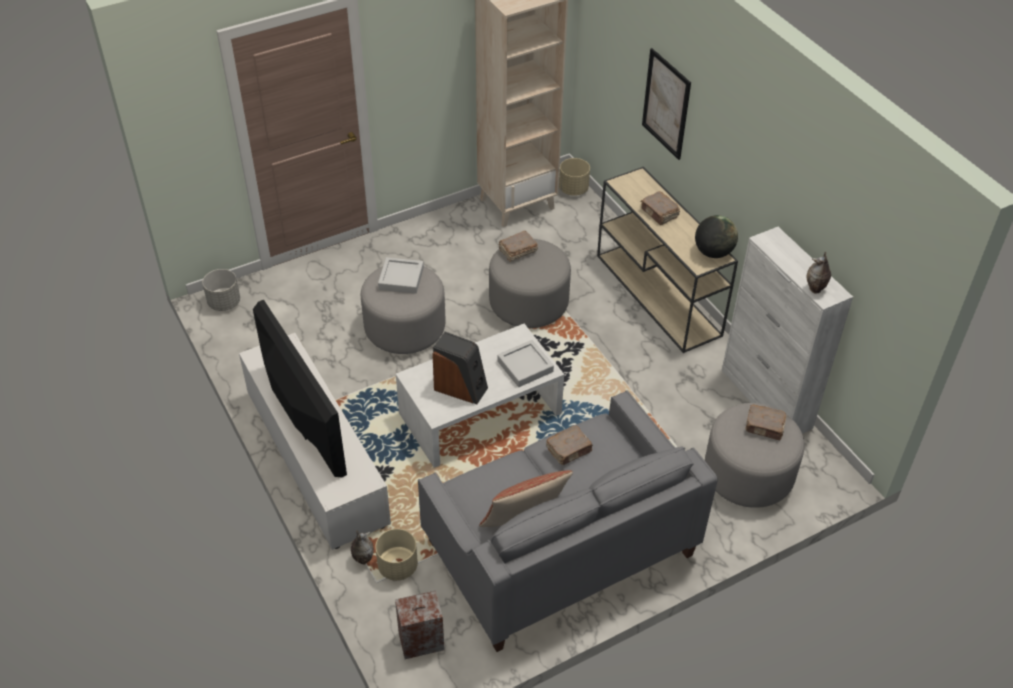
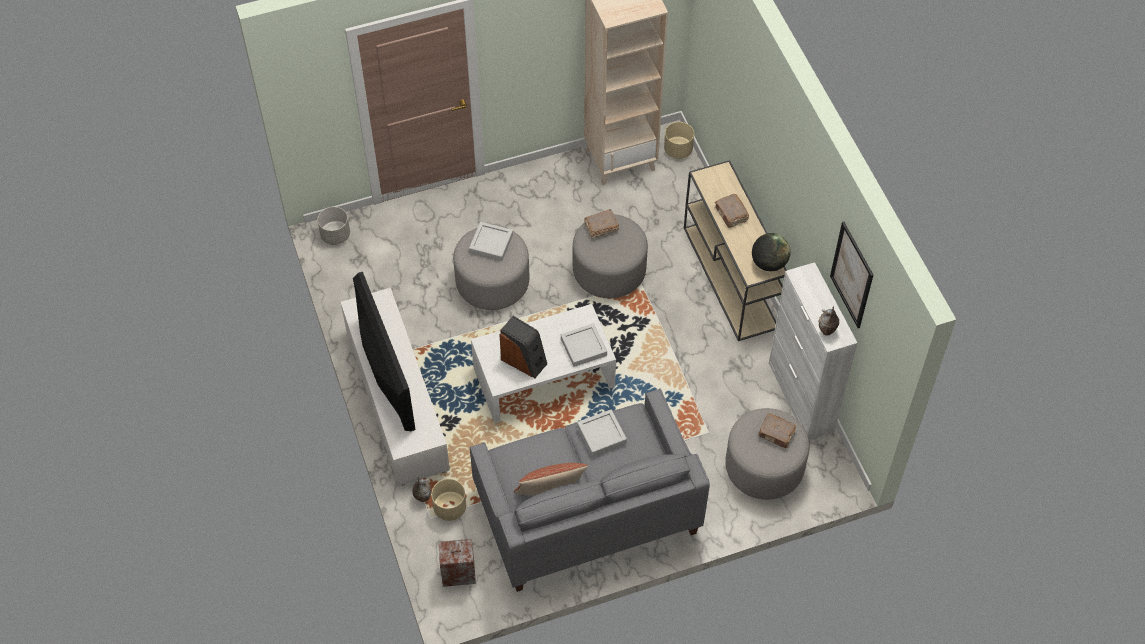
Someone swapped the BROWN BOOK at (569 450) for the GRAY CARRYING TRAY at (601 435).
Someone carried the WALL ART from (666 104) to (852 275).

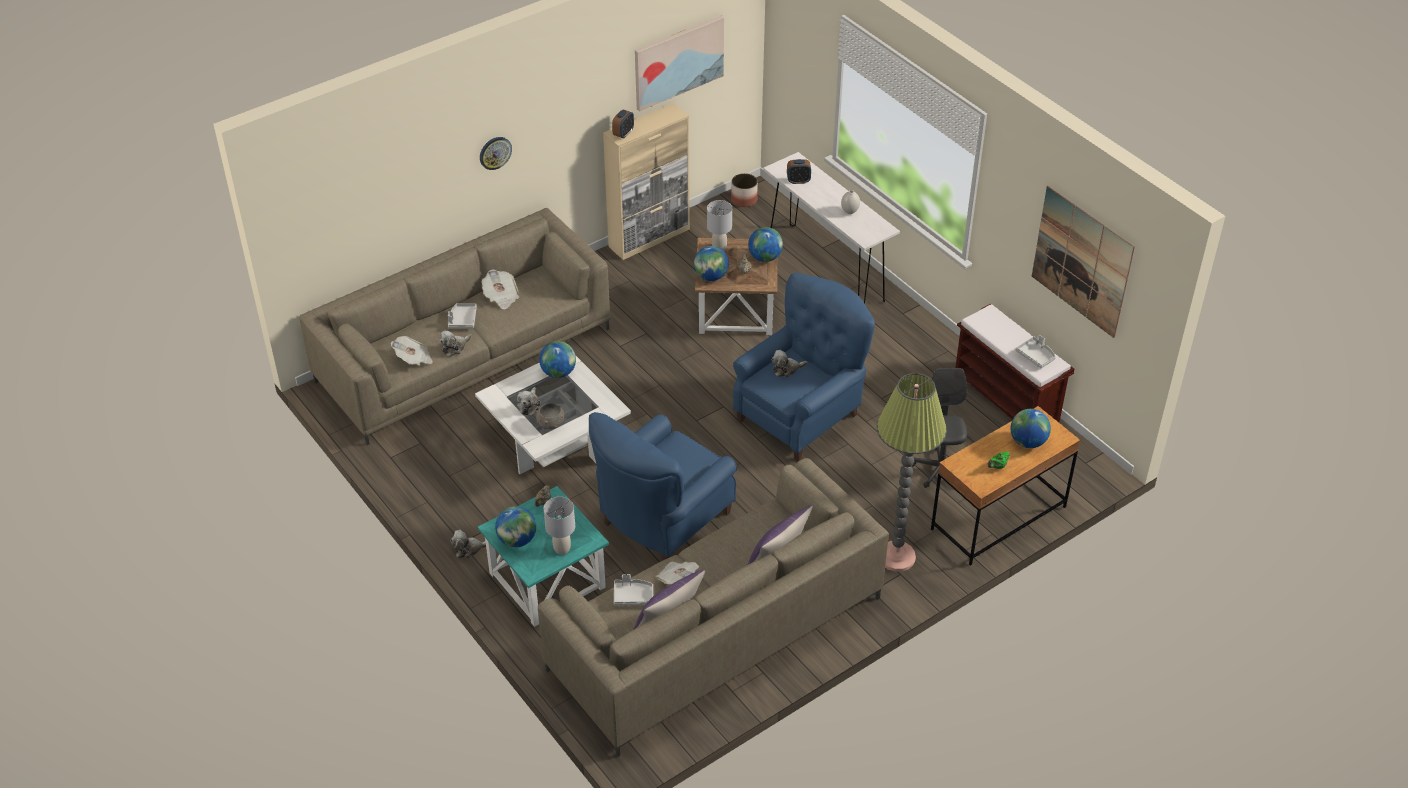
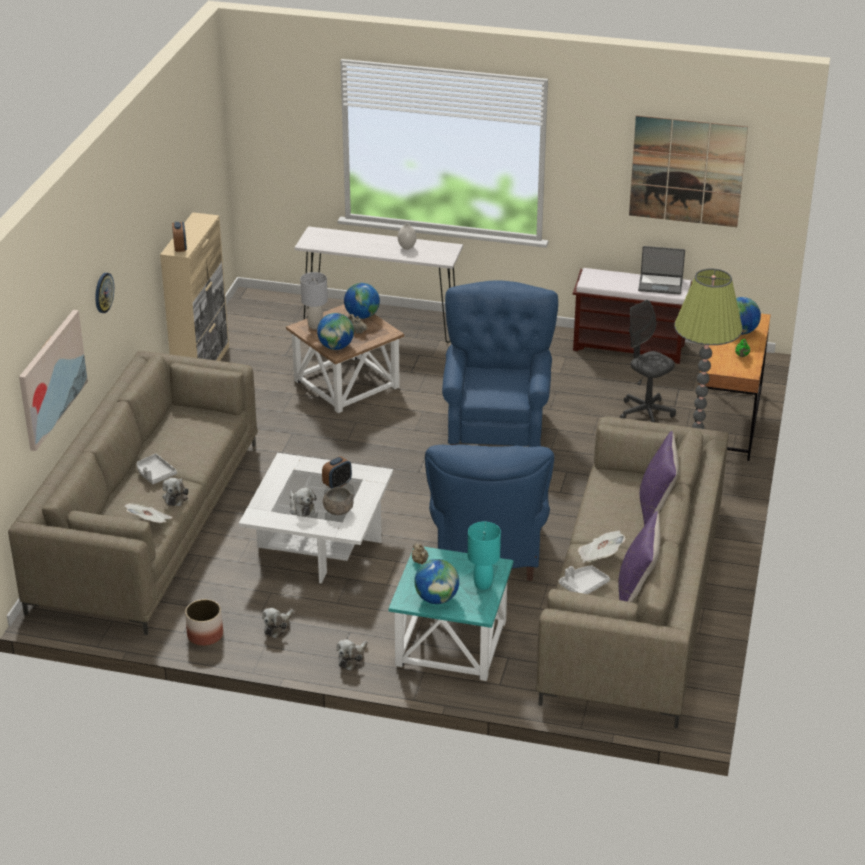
Someone carried the WALL ART from (678 62) to (51 378).
Someone carried the FLOWER POT from (744 200) to (205 635).
Someone carried the CUDDLY TOY from (786 369) to (278 627).
Someone carried the ALARM CLOCK from (798 181) to (337 484).
Someone repainted the GRAY LAMP FOR A TABLE at (562 549), which became the BLUE-GREEN LAMP FOR A TABLE at (483 584).
Someone swapped the GRAY CARRYING TRAY at (1036 356) for the NOTEBOOK COMPUTER at (660 284).
Someone took away the PRINTED PAPER at (501 297).
Someone took away the DESK GLOBE at (558 372).

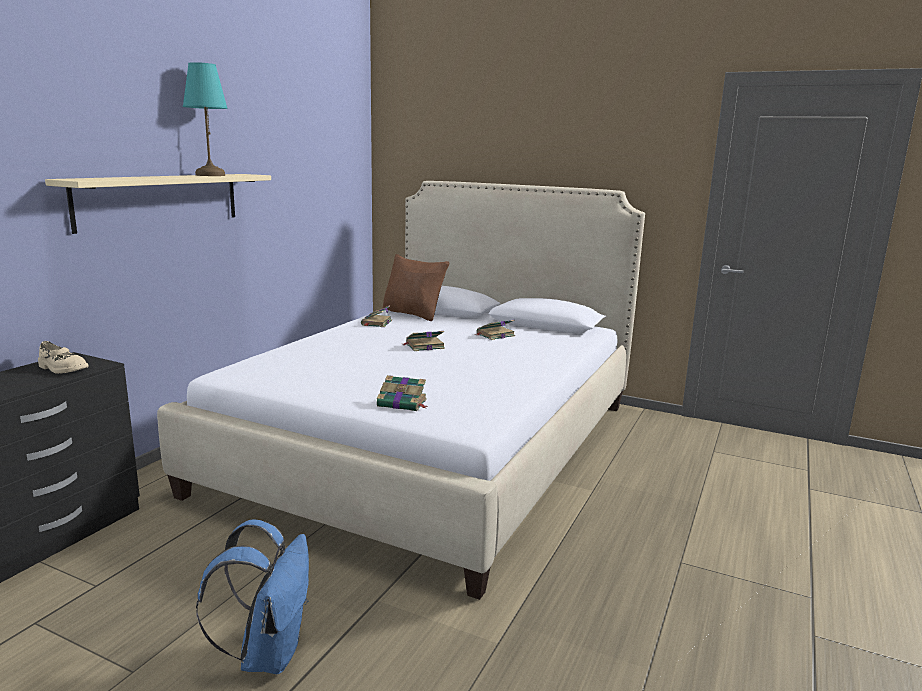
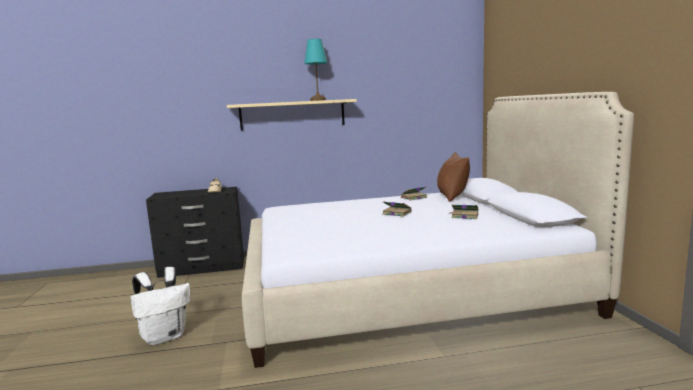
Someone repainted the BLUISH KNAPSACK at (268 653), which became the WHITISH KNAPSACK at (165 337).
Someone took away the BOOK at (403 403).

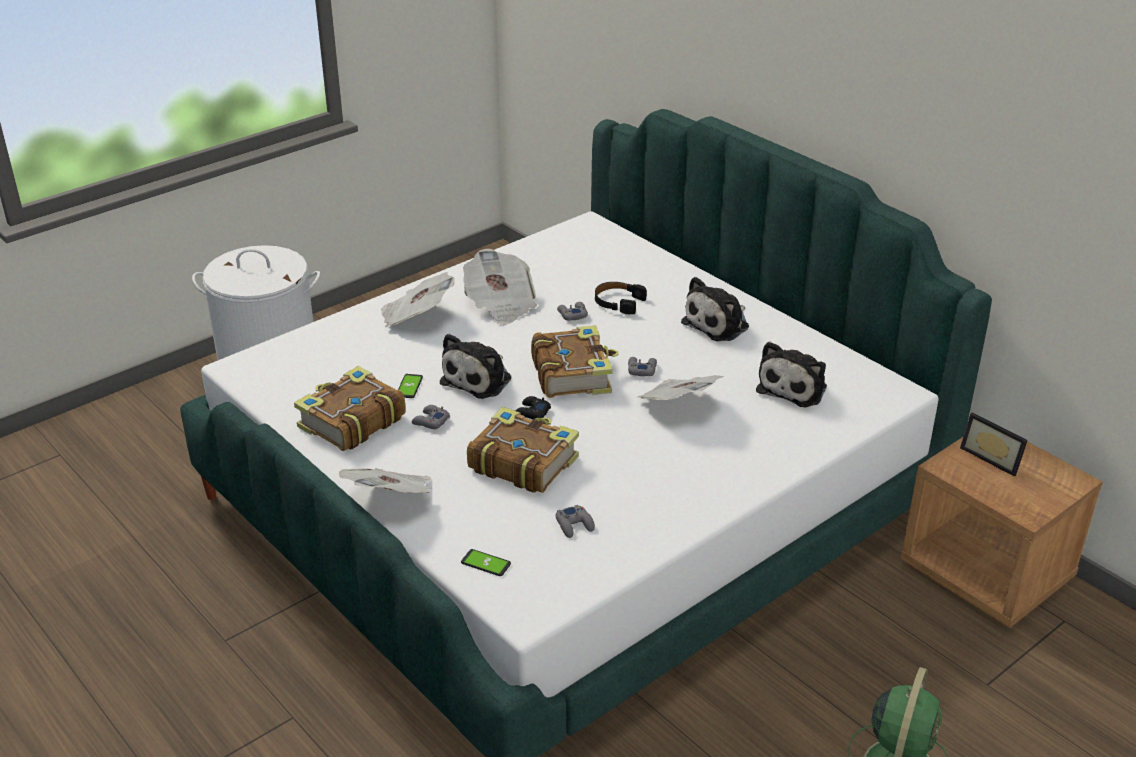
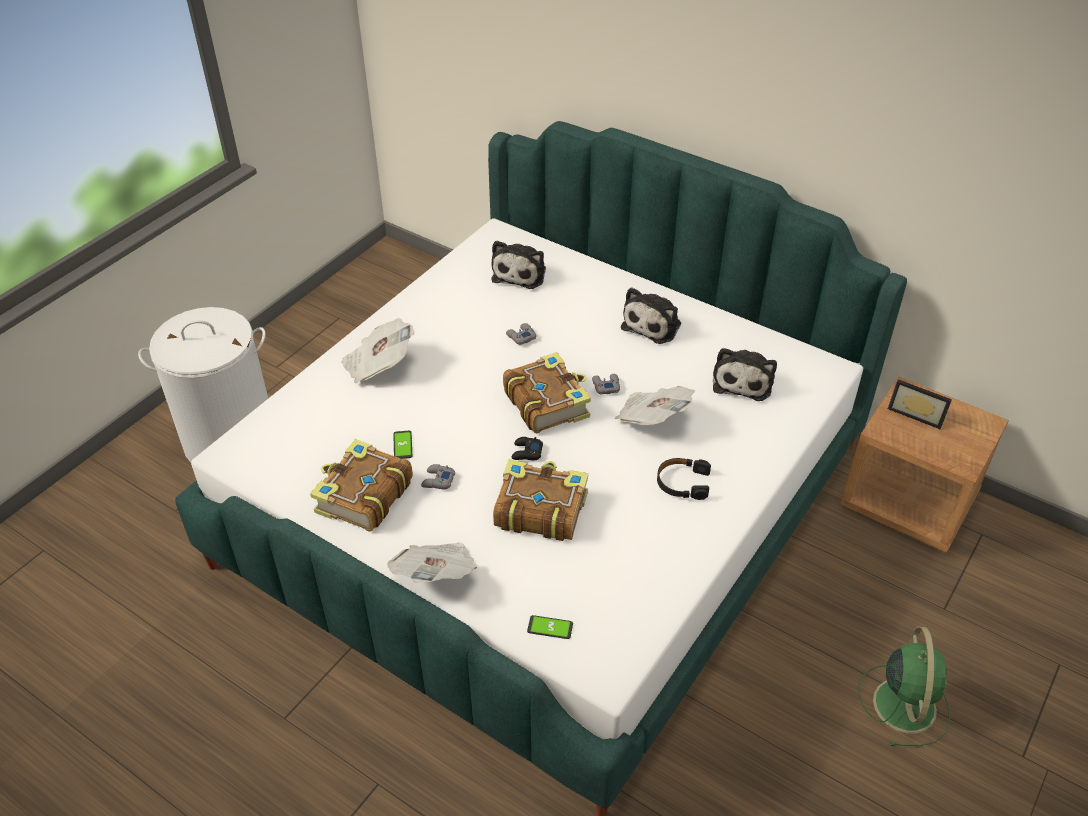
Someone carried the CUDDLY TOY from (479 379) to (520 273).
Someone carried the BLACK PAIR OF HEADPHONES from (618 302) to (682 483).
Someone took away the PRINTED PAPER at (500 304).
Someone took away the GRAY GAME CONTROLLER at (575 525).

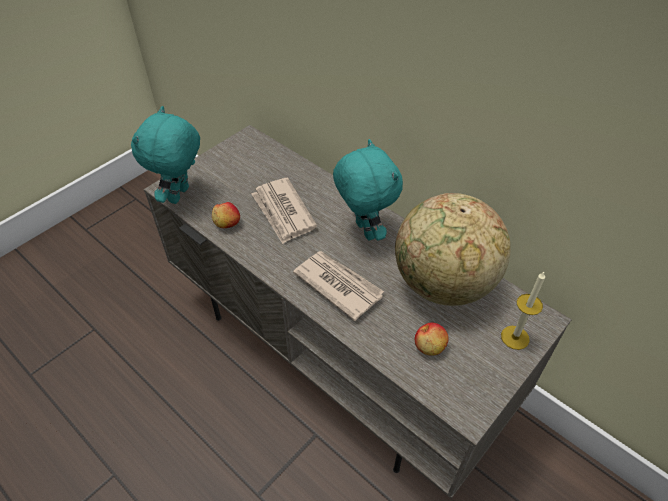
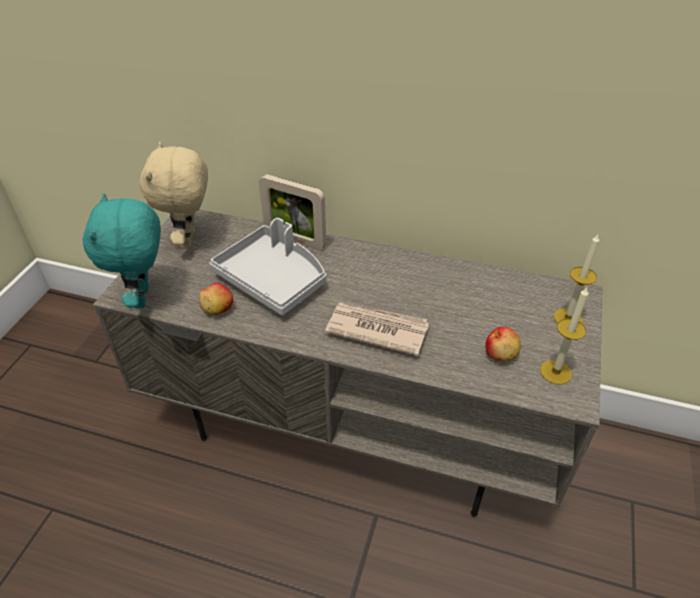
Someone put down the BEIGE-COLOURED CUDDLY TOY at (189 240).
Someone swapped the PRINTED PAPER at (283 212) for the GRAY CARRYING TRAY at (273 279).
Someone put down the PICTURE FRAME at (295 240).
Someone put down the CANDLE at (555 372).
Someone took away the BLUE-GREEN CUDDLY TOY at (363 231).
Someone took away the DESK GLOBE at (443 284).

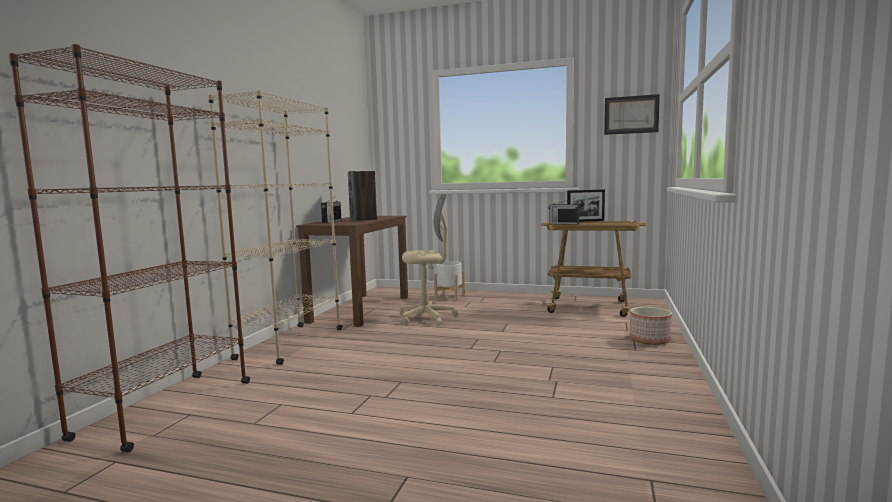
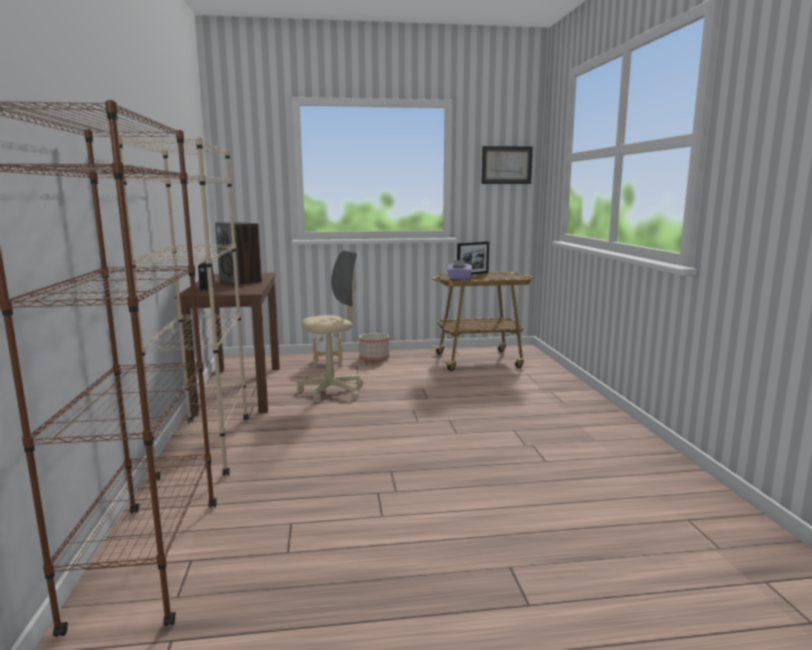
Someone carried the FLOWER POT from (650 340) to (374 358).
Someone swapped the RADIO RECEIVER at (563 223) for the PURPLE-COLOURED TISSUE BOX at (459 278).

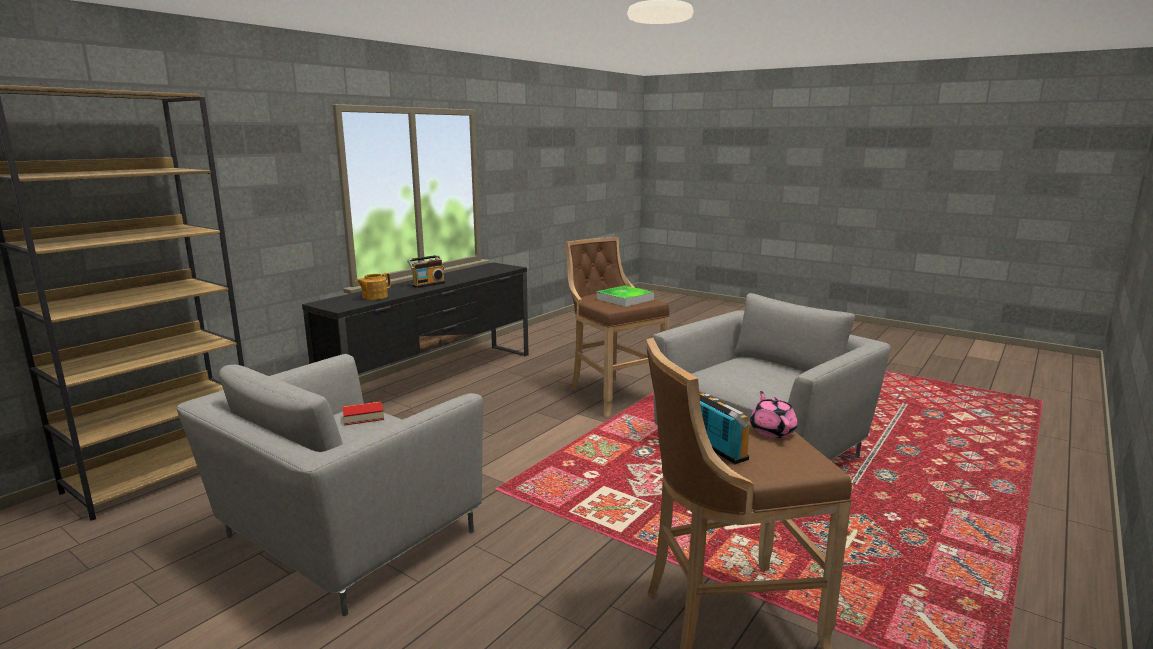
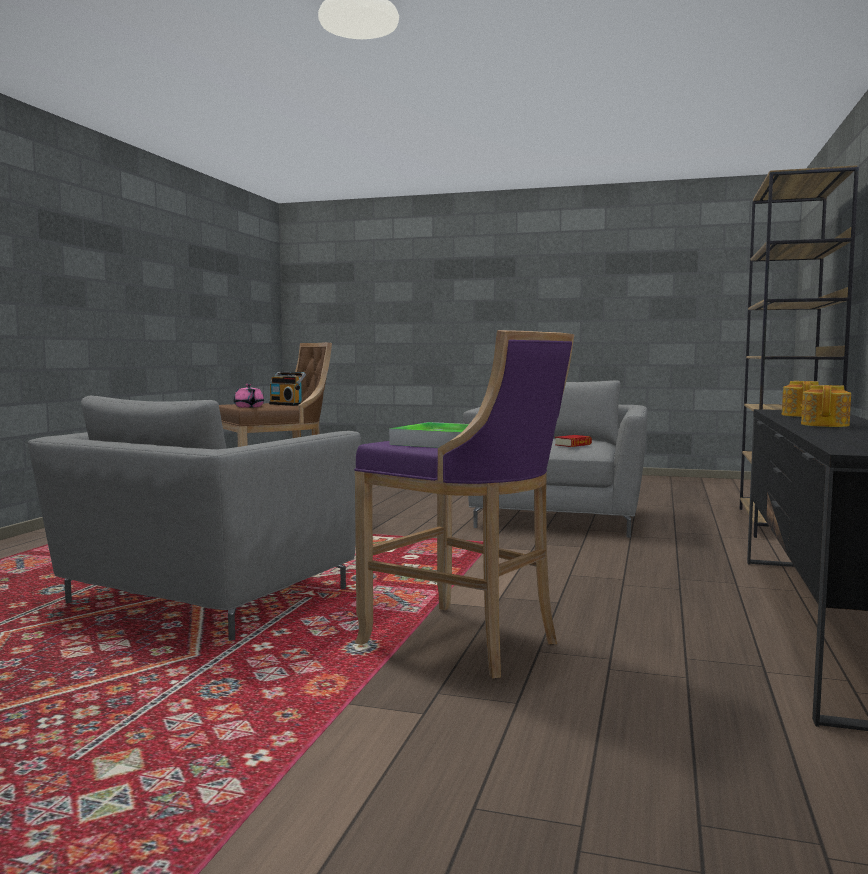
Someone repainted the BROWN STOOL SEAT at (612 395), which became the PURPLE-COLOURED STOOL SEAT at (466 643).
Someone swapped the RADIO RECEIVER at (427 284) for the POT FOR TEA at (825 425).

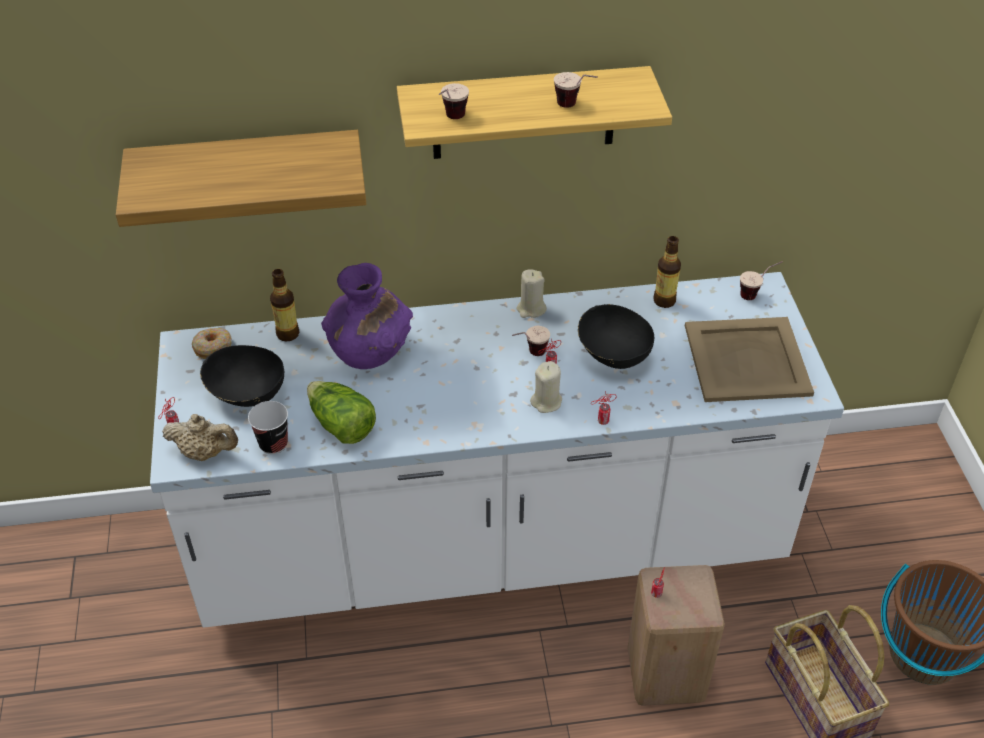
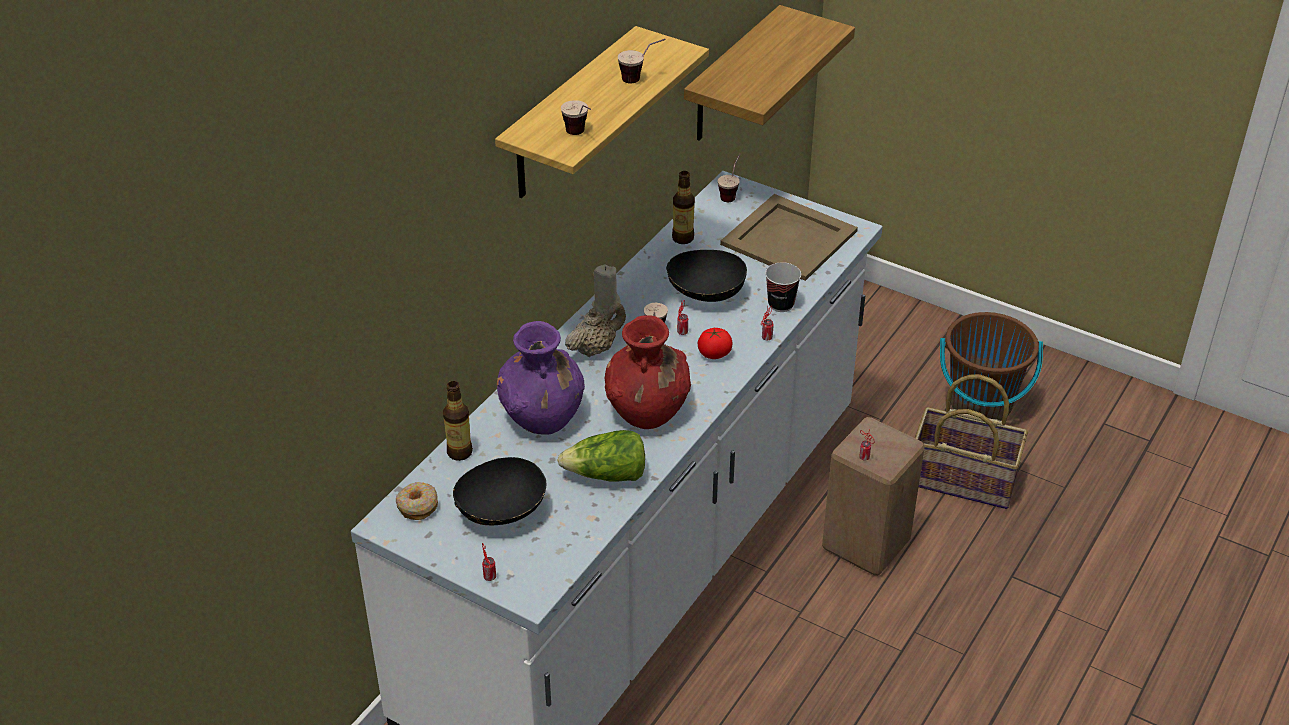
Someone carried the BEIGE-COLOURED POT FOR TEA from (205 452) to (595 349).
Someone put down the REDDISH FLOWER VASE at (647 411).
Someone carried the BRACKET SHELF from (248 174) to (732 77).
Someone swapped the BEIGE-COLOURED CANDLE at (546 402) for the WHOLE TOMATO at (714 354).
Someone carried the SMALL CUP from (273 444) to (781 304).

